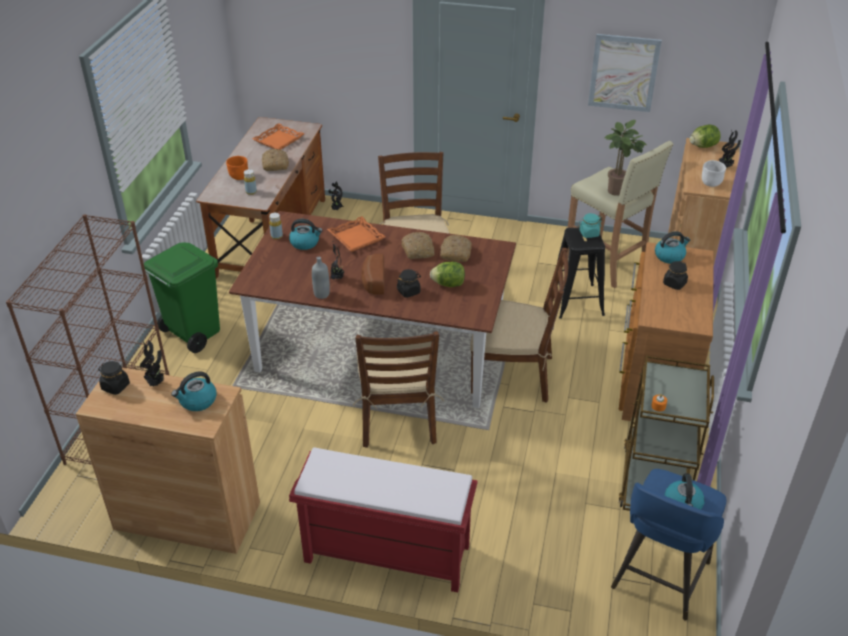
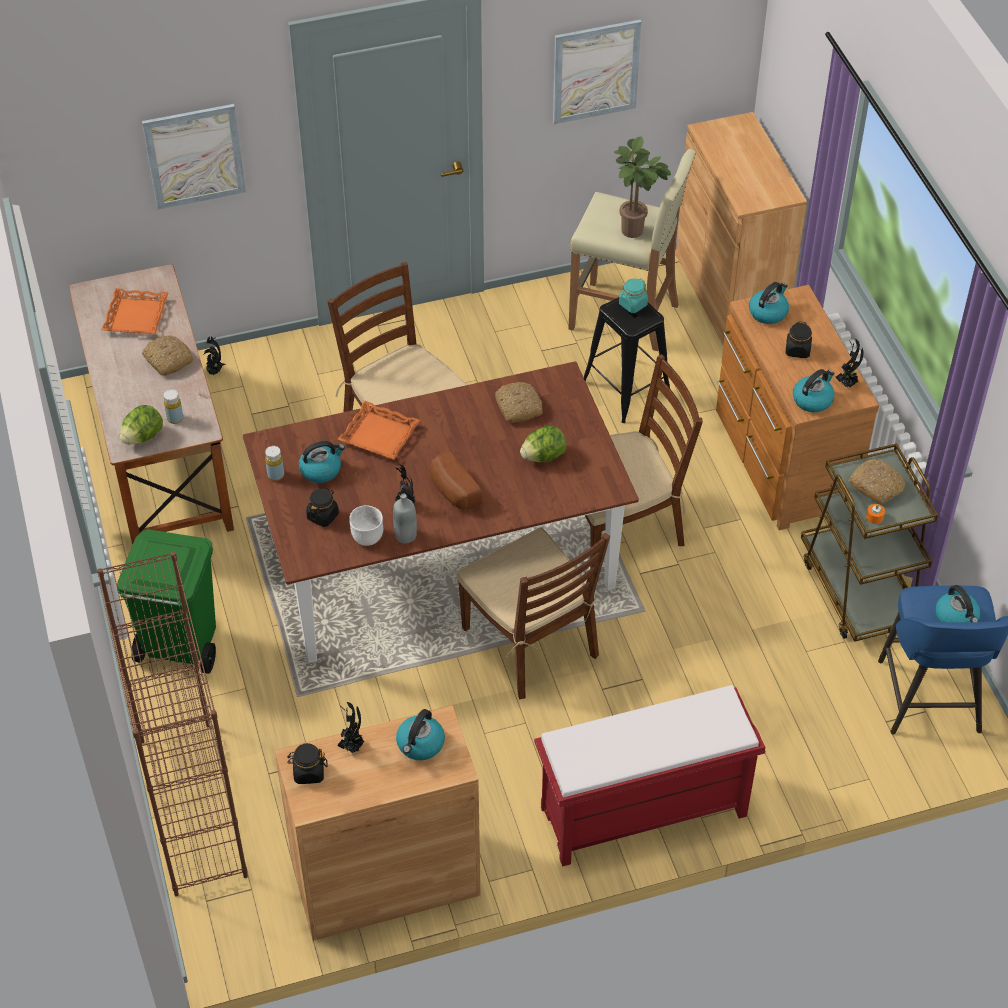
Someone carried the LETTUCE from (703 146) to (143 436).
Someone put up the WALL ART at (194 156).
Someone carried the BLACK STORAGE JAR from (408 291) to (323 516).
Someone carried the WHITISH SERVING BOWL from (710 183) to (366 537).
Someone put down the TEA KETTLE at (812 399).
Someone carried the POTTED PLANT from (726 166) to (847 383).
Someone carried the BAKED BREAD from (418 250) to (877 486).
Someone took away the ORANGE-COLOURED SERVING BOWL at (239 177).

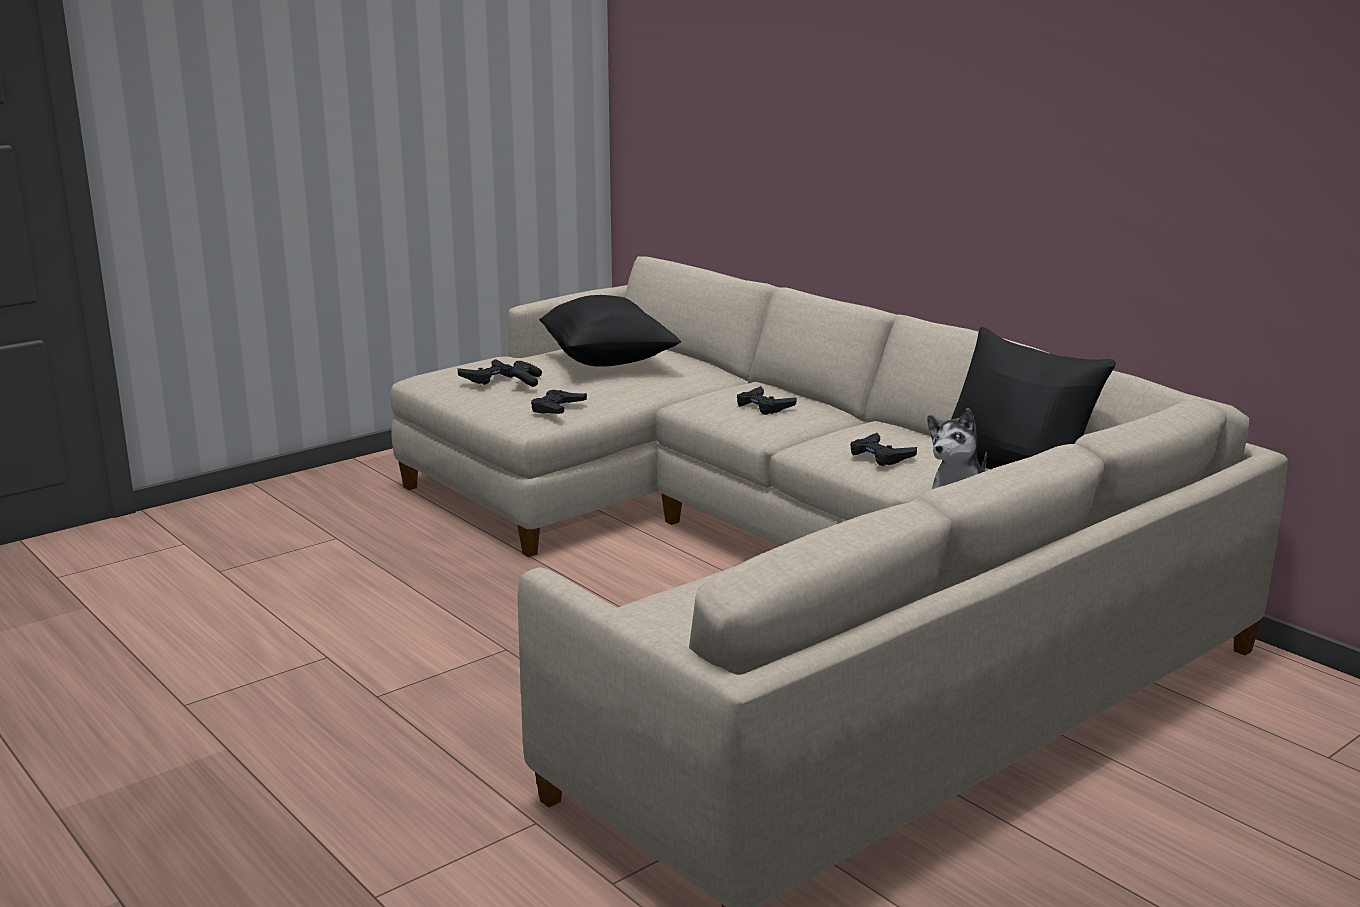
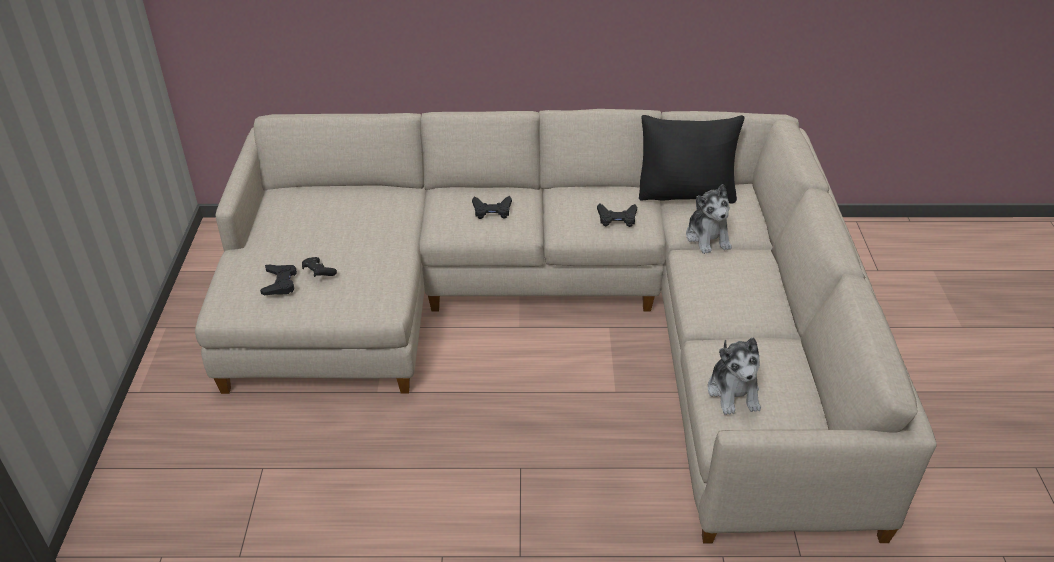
Someone put down the CUDDLY TOY at (733 392).
Someone took away the BLACK GAME CONTROLLER at (557 408).
Someone took away the BLACK CUSHION at (607 362).

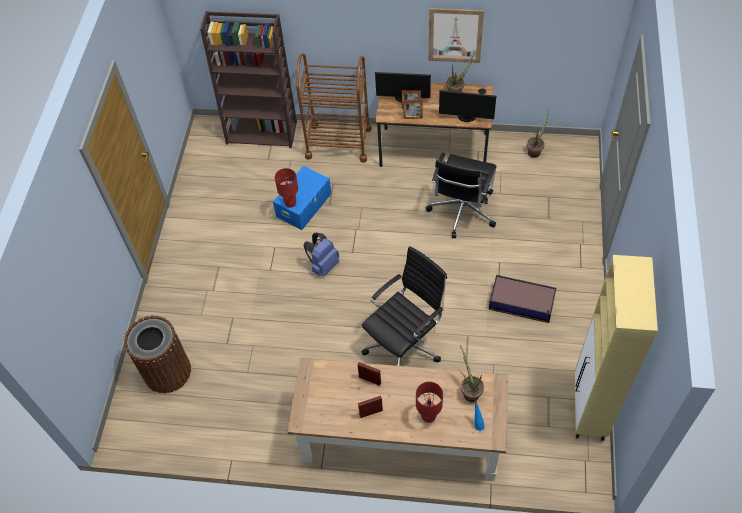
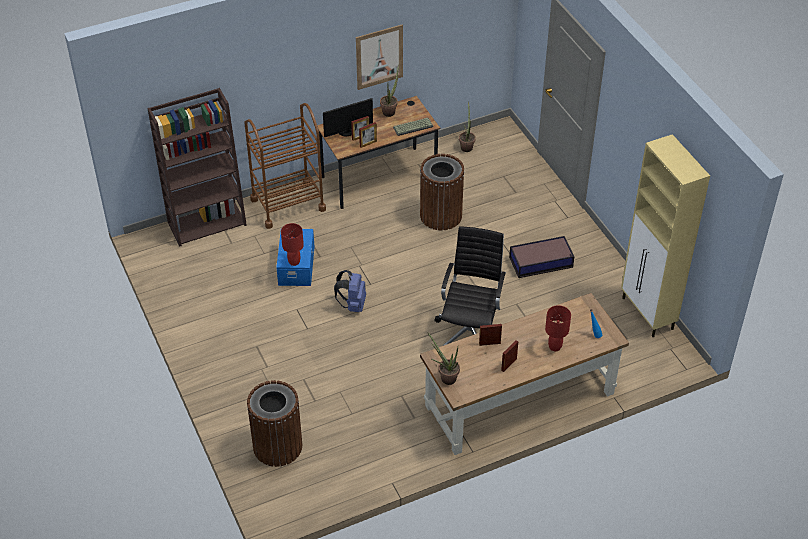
Someone swapped the COMPUTER SCREEN at (466 116) for the PC KEYBOARD at (413 126).
Someone swapped the BLACK DESK CHAIR at (462 212) for the BROWN TRASH CAN at (440 215).
Someone carried the POTTED PLANT from (469 391) to (445 377).

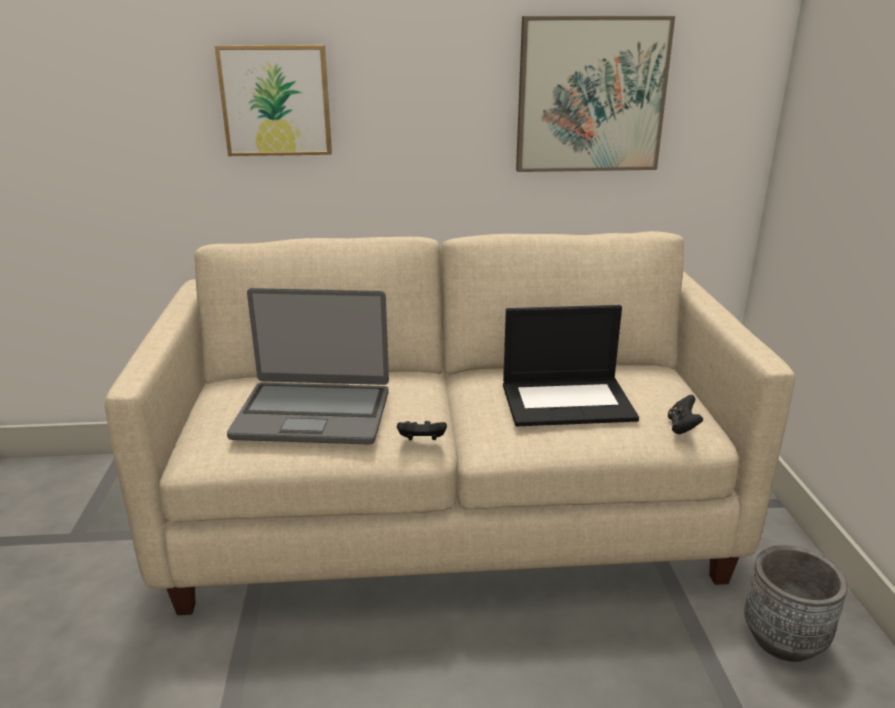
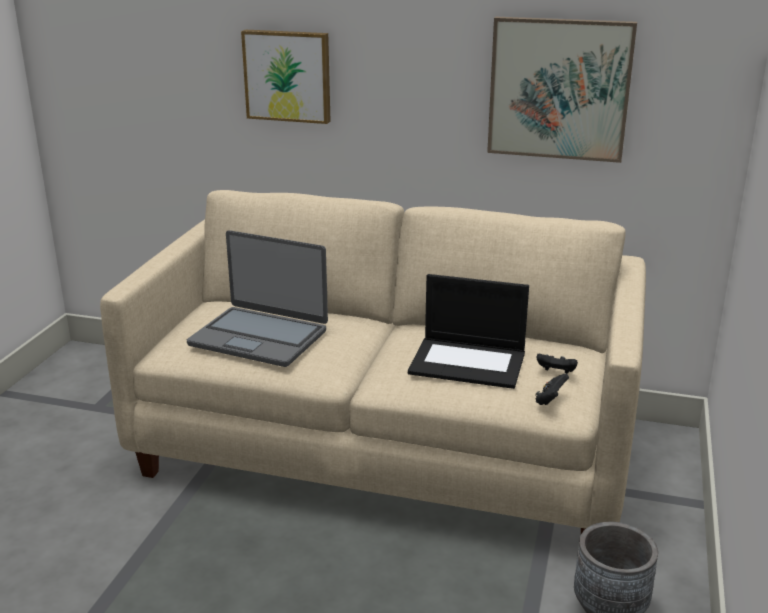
Someone carried the BLACK GAME CONTROLLER from (422 441) to (556 372).

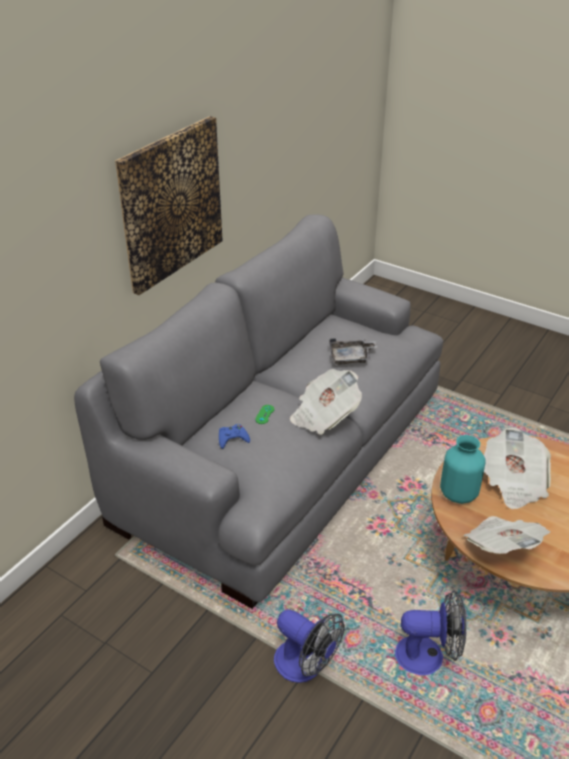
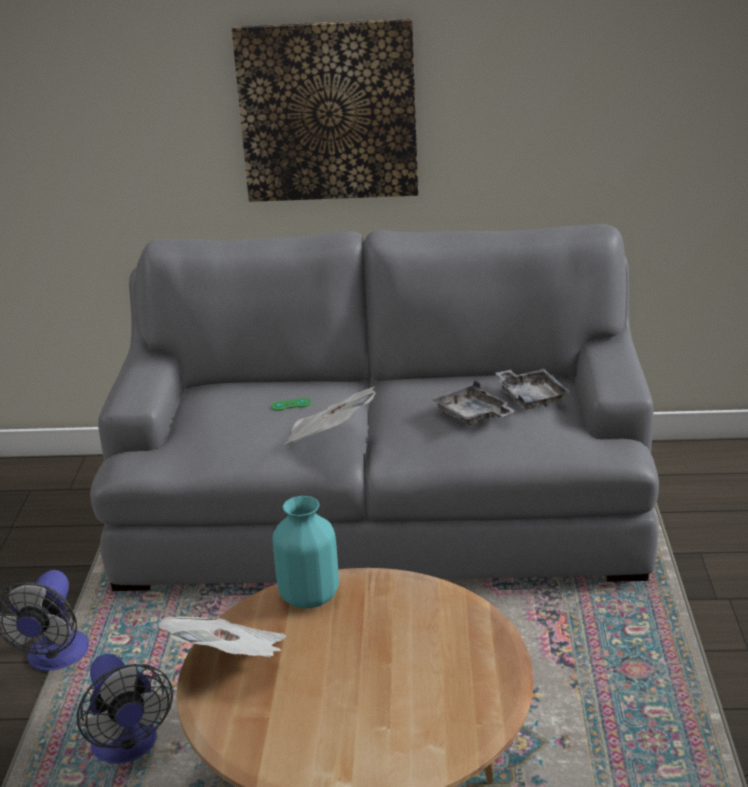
Someone put down the GRAY CARRYING TRAY at (531 397).
Someone took away the BLUISH GAME CONTROLLER at (232 439).
Someone took away the PRINTED PAPER at (513 483).

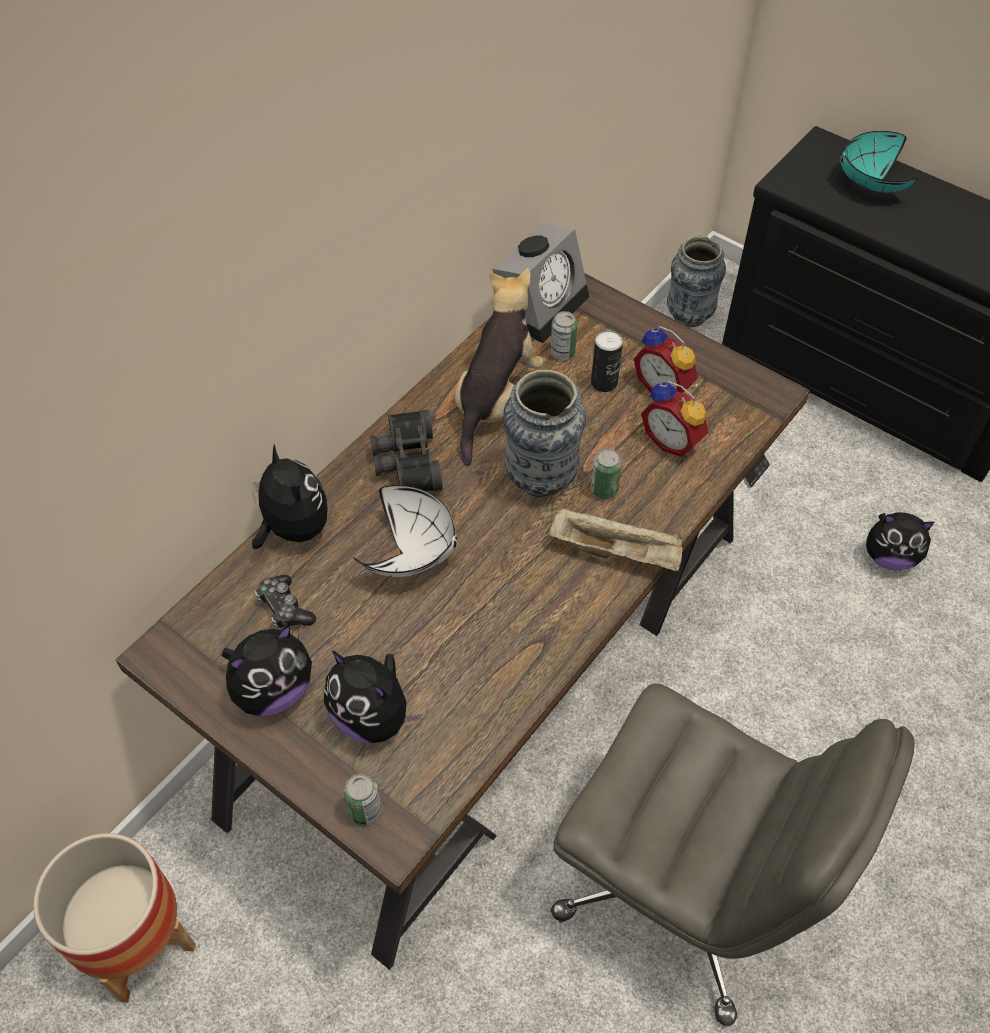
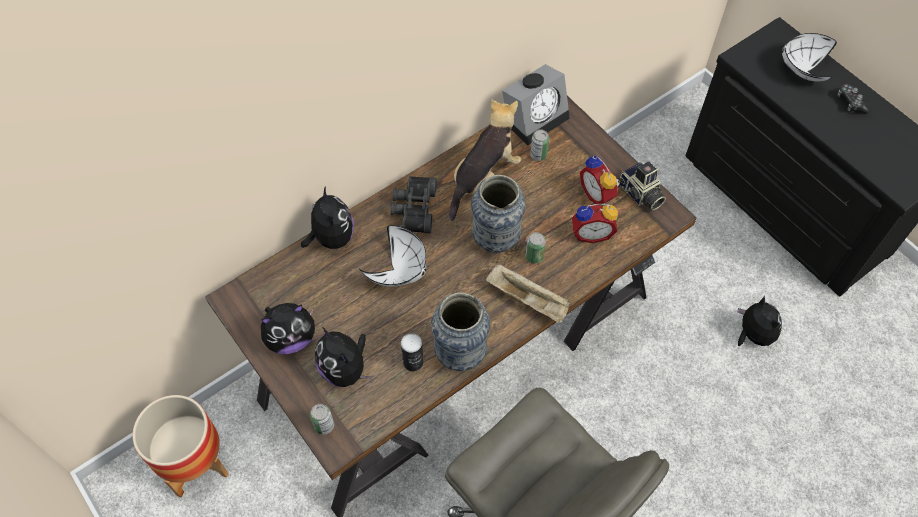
Someone carried the METAL CAN from (604 382) to (413 362).
Someone carried the FLOWER VASE from (689 316) to (460 354).
Someone rotated the ALARM CLOCK at (673 440) by 60 degrees counterclockwise.
Someone put down the PHOTO CAMERA at (640 194).
Someone rotated the CUDDLY TOY at (889 557) by 135 degrees counterclockwise.
Someone repainted the BLUE-GREEN SERVING BOWL at (869 183), which became the WHITISH SERVING BOWL at (801 70).
Someone carried the GAME CONTROLLER from (285 608) to (850 102).

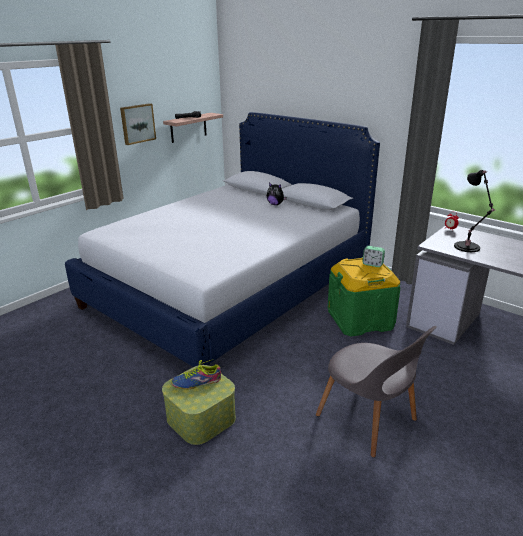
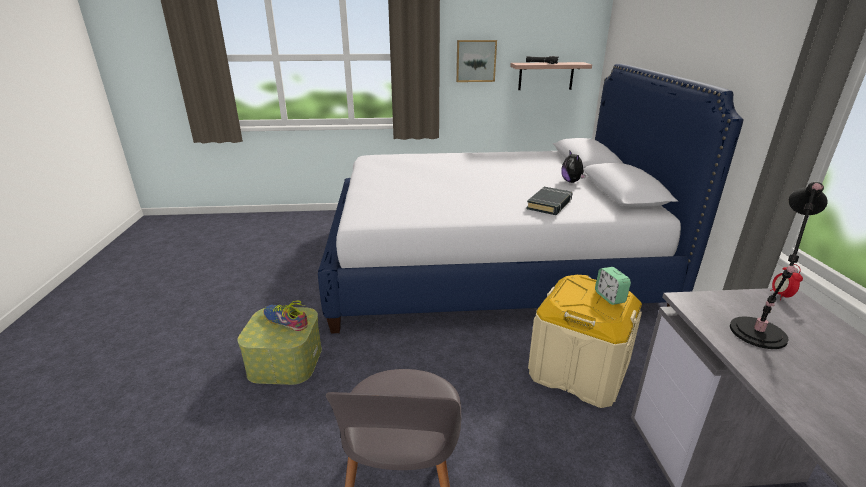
Someone put down the BLACK BOOK at (549 204).
Someone repainted the GREEN STORAGE BIN at (360 319), which became the BEIGE-COLOURED STORAGE BIN at (578 370).

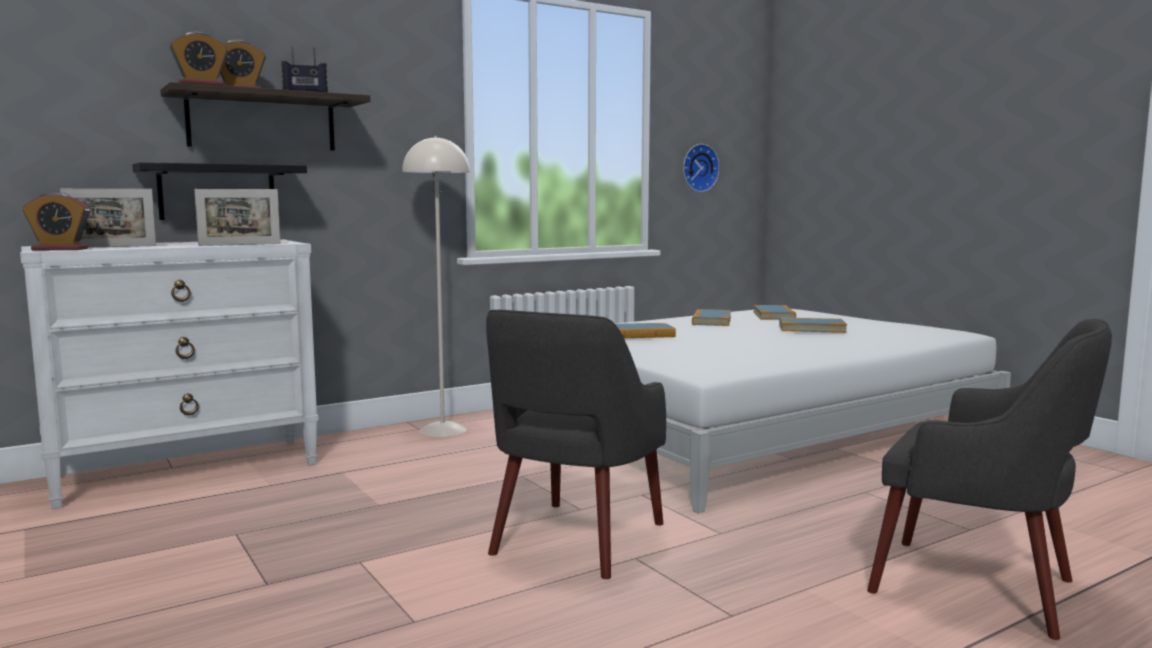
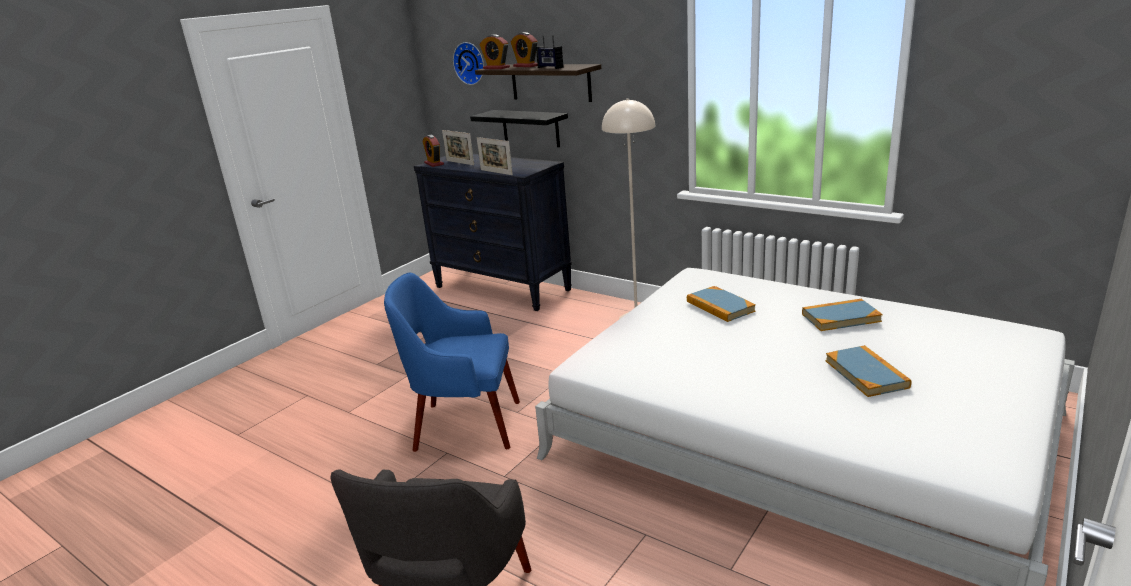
Someone repainted the GRAY EASY CHAIR at (576 539), which became the BLUISH EASY CHAIR at (465 425).
Someone repainted the WHITISH CHEST OF DRAWERS at (187 470), which became the BLACK CHEST OF DRAWERS at (503 288).
Someone carried the HANGING CLOCK from (698 168) to (470 63).
Someone took away the BOOK at (774 315).

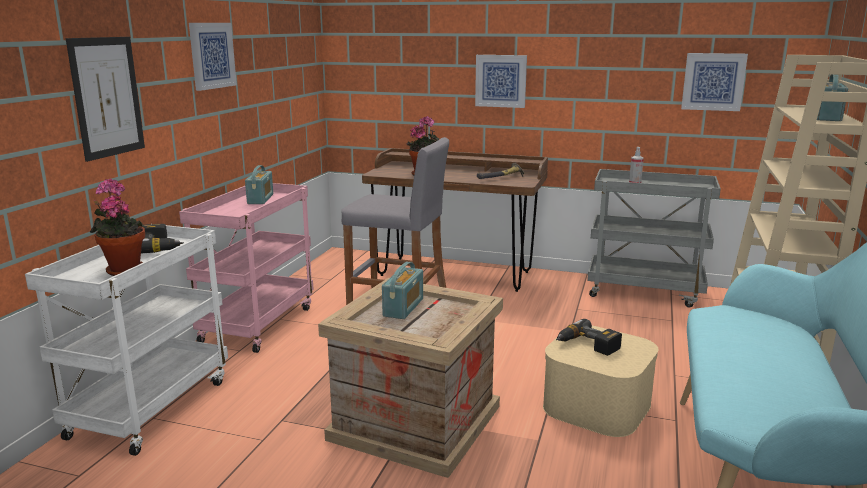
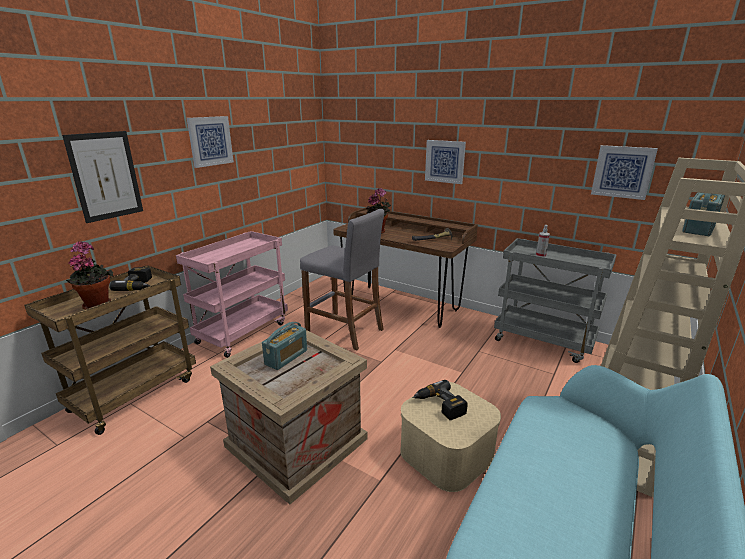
Someone repainted the WHITISH WHEELED CART at (151 406), which became the BROWN WHEELED CART at (135 393).
Someone took away the RADIO RECEIVER at (260 199).

